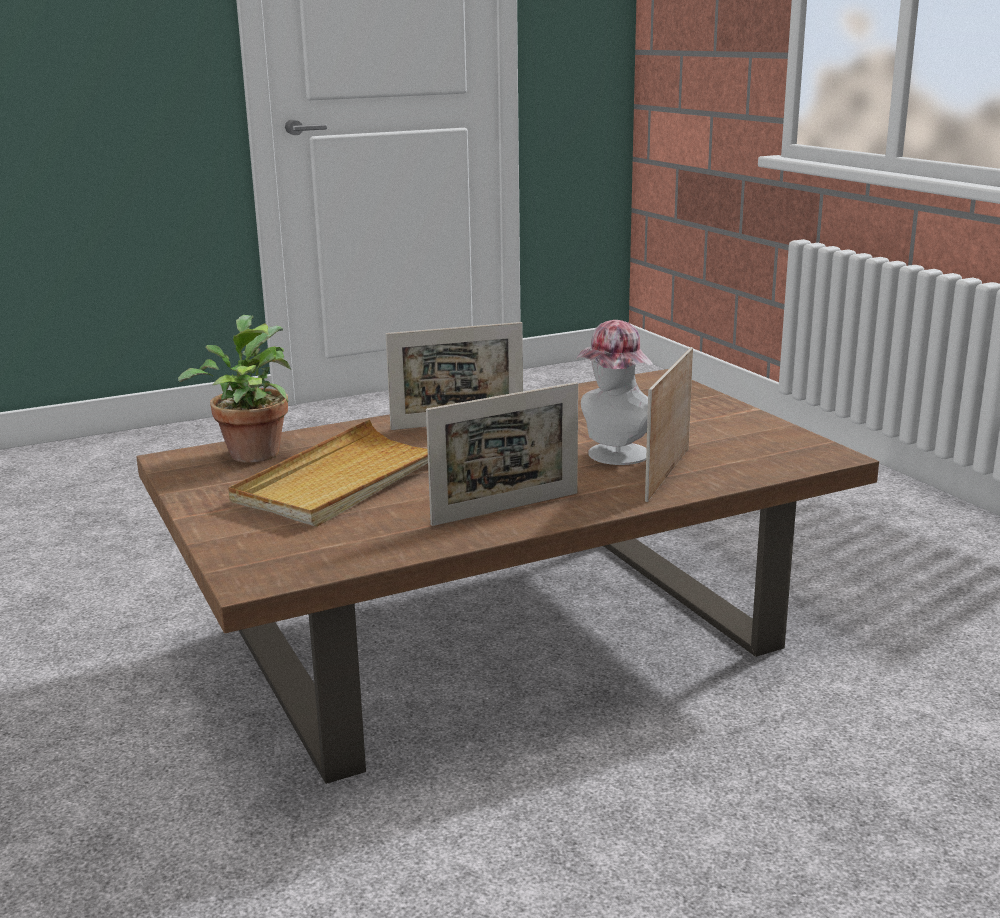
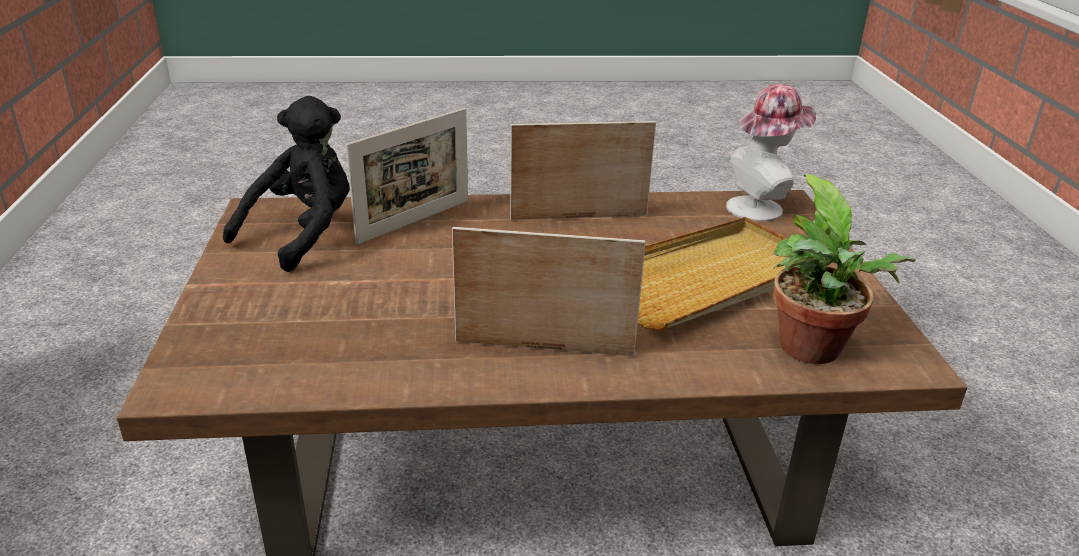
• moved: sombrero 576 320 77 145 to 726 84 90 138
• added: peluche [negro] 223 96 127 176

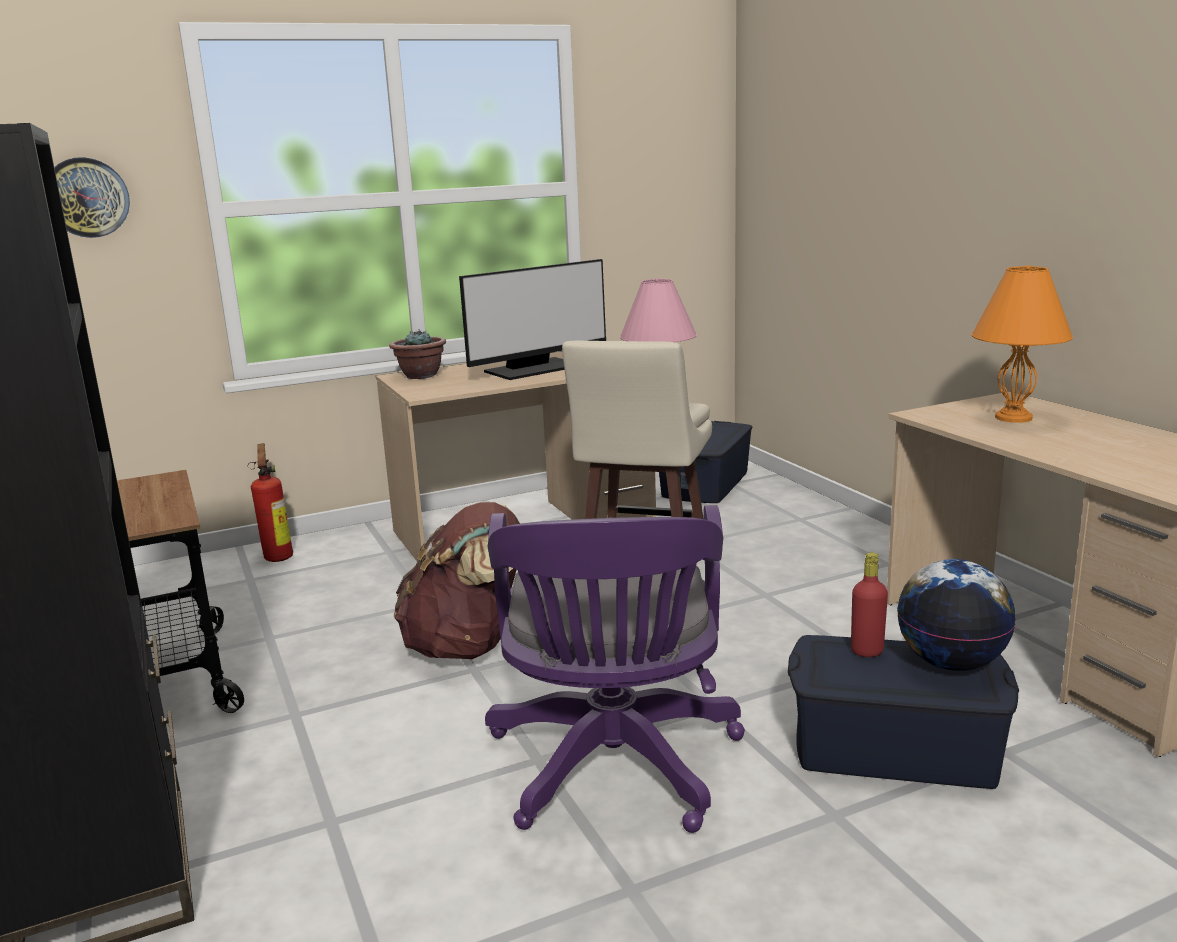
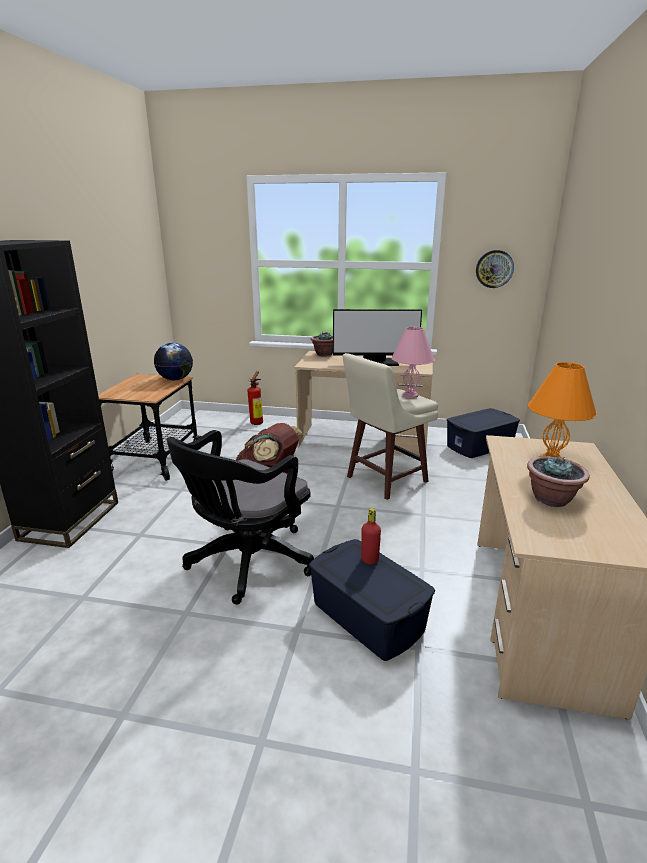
• moved: reloj de pared 54 157 76 81 to 476 250 38 38
• recoloured: silla de oficina [morado] 485 505 260 328 to silla de oficina [negro] 167 430 147 175
• moved: globo terráqueo 897 559 119 112 to 154 343 39 37
• added: planta en maceta 527 456 63 51

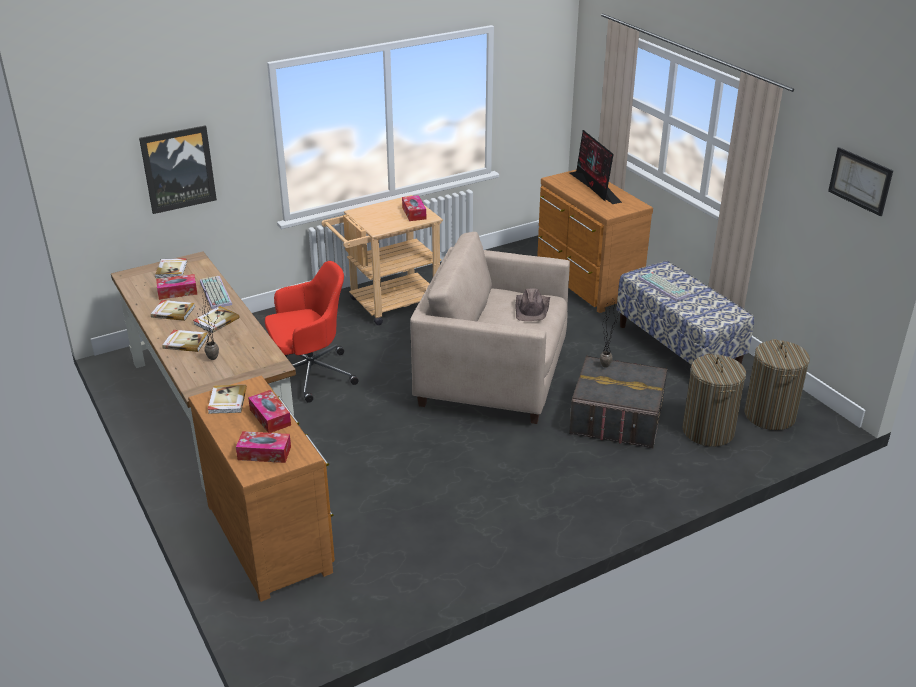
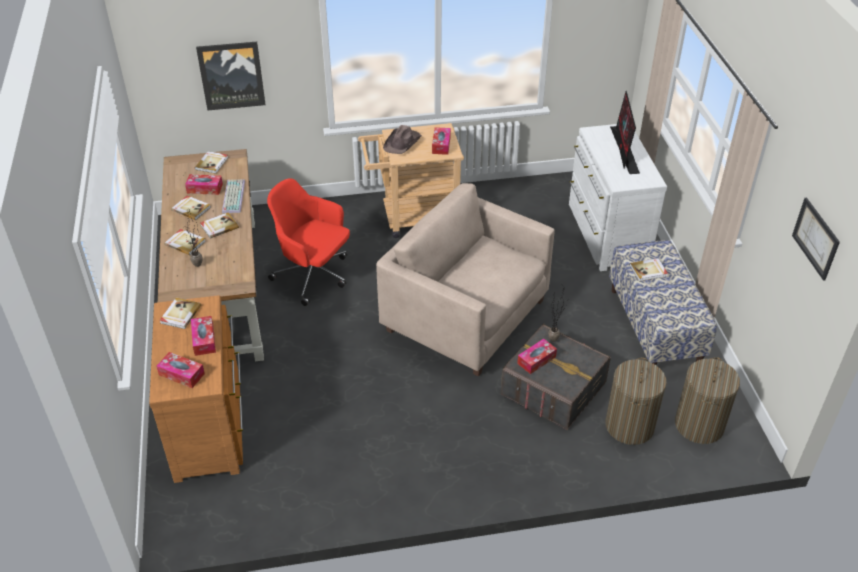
• turned: silla de oficina [rojo] 265 261 93 142 = 267 178 83 128 150 degrees counterclockwise
• moved: sombrero [marrón] 516 288 35 33 to 383 125 39 29
• recoloured: cómoda [marrón] 537 169 116 144 to cómoda [blanco] 569 124 98 147
• replaced: teclado 639 272 51 29 to libro 630 258 38 23
• added: caja de pañuelos 517 339 40 35

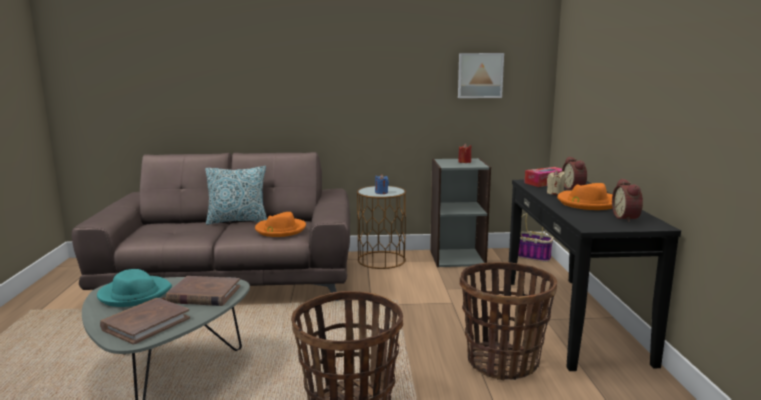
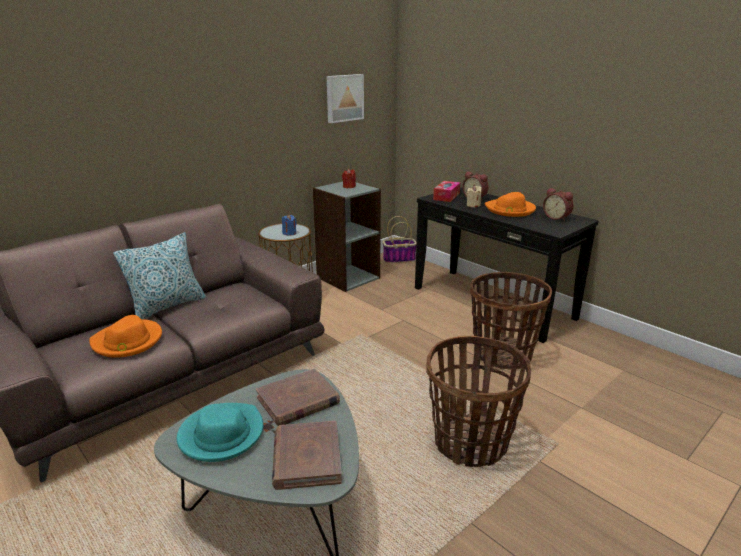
• moved: sombrero [naranja] 255 212 51 25 to 89 315 73 43

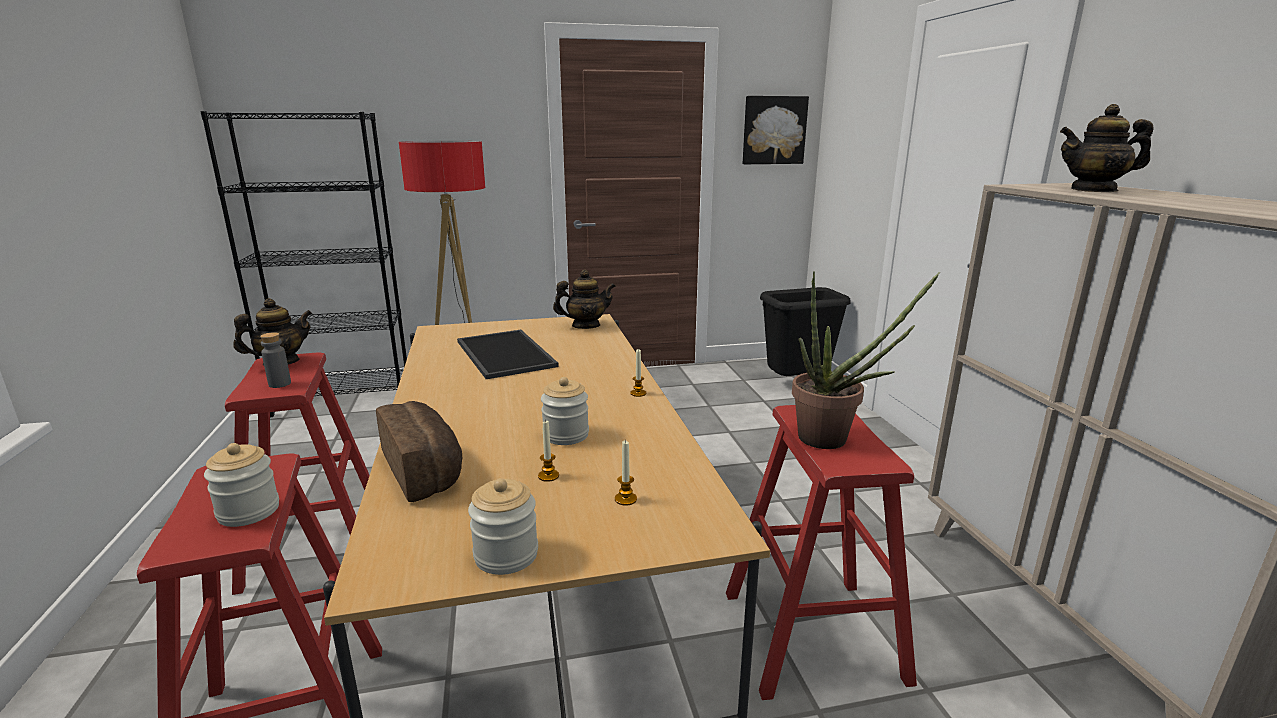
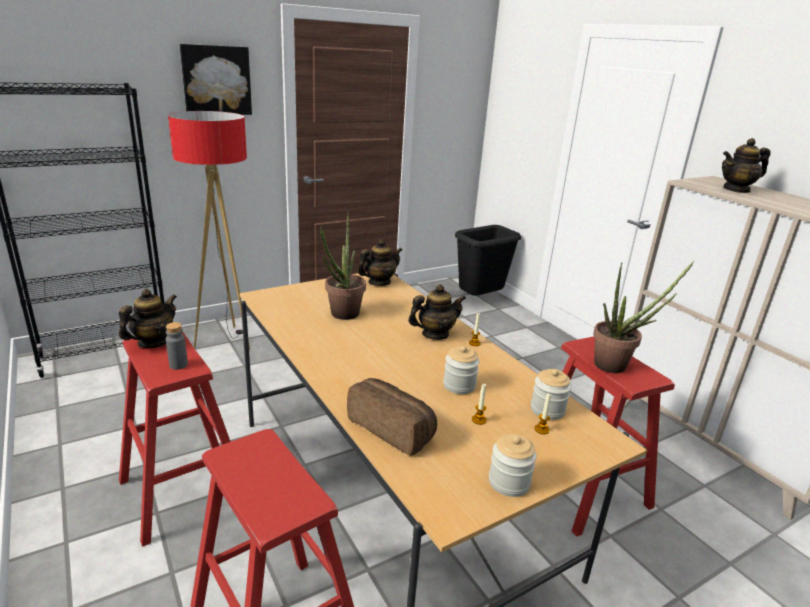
• moved: tarro 204 443 75 84 to 531 369 40 51
• replaced: bandeja 457 330 102 49 to planta en maceta 320 211 46 109
• moved: cuadro 743 96 66 68 to 180 44 72 71
• added: tetera 408 284 58 56

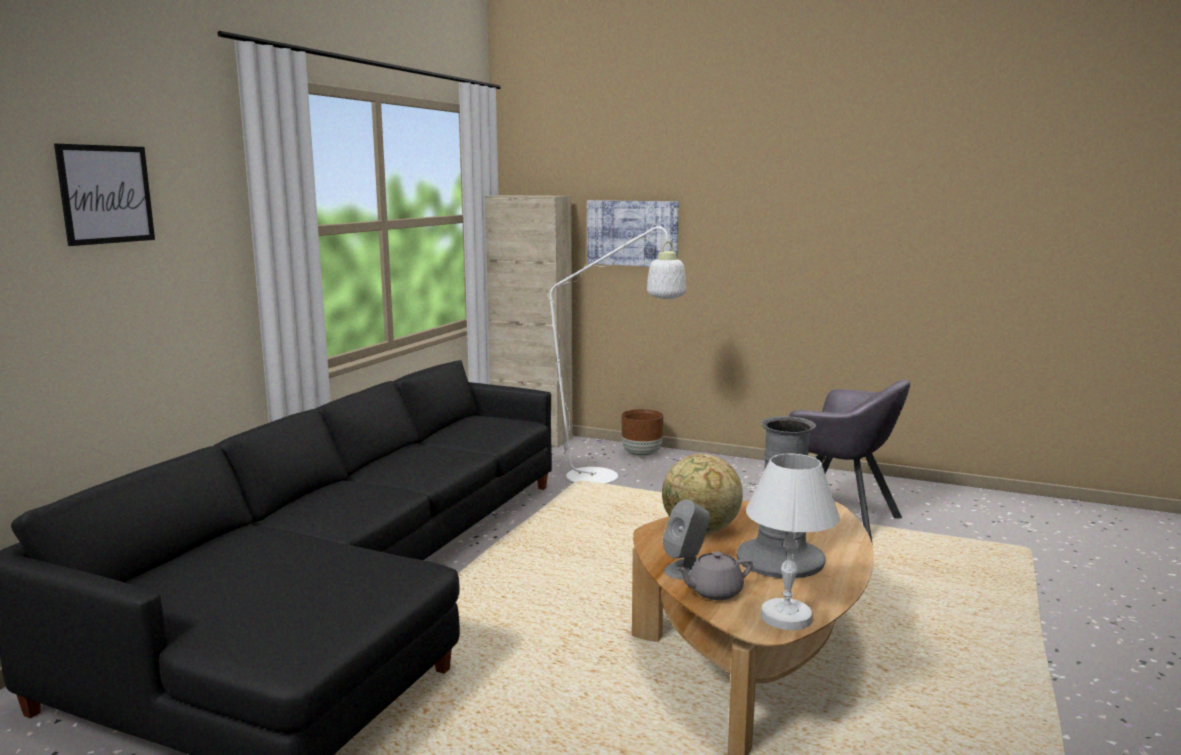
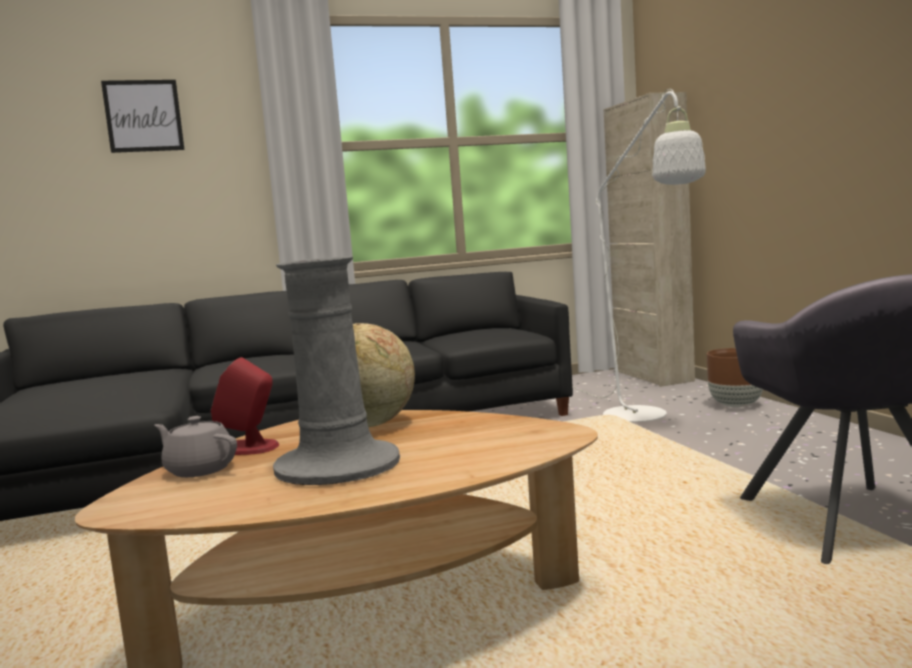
• removed: cuadro 587 200 92 67
• recoloured: altavoz [gris] 663 500 47 79 to altavoz [rojo] 210 357 69 98
• removed: lámpara de mesa [blanco] 746 454 94 176

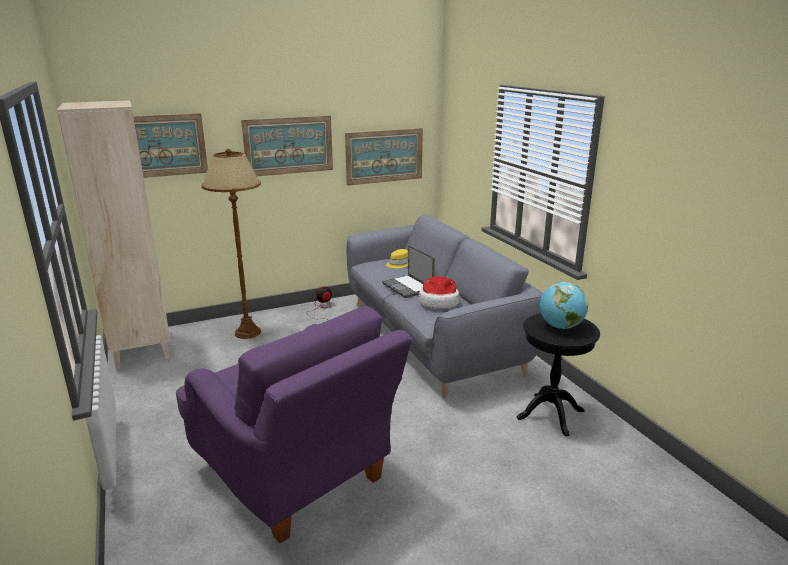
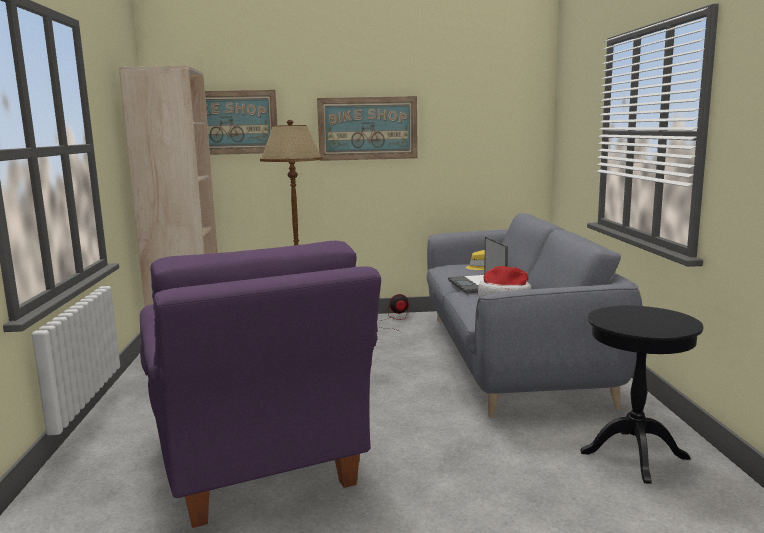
• removed: cuadro 345 128 78 58
• removed: globo terráqueo 540 282 48 47

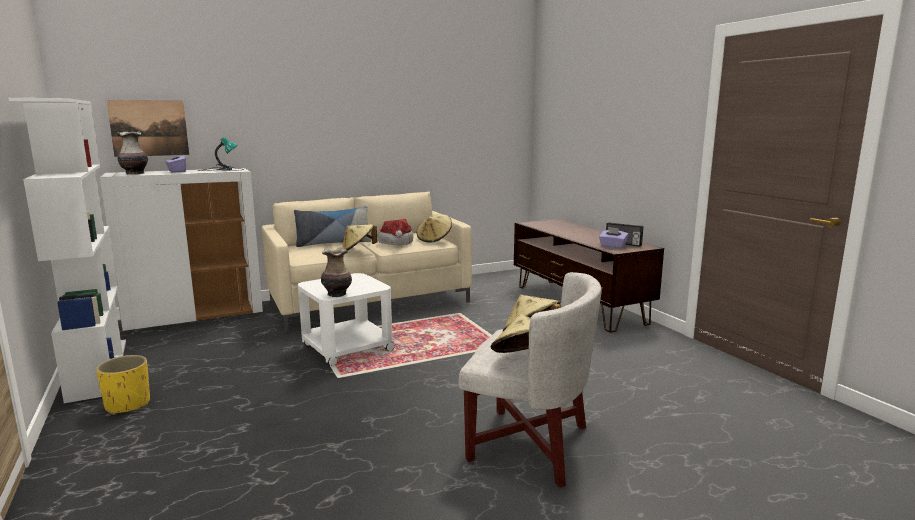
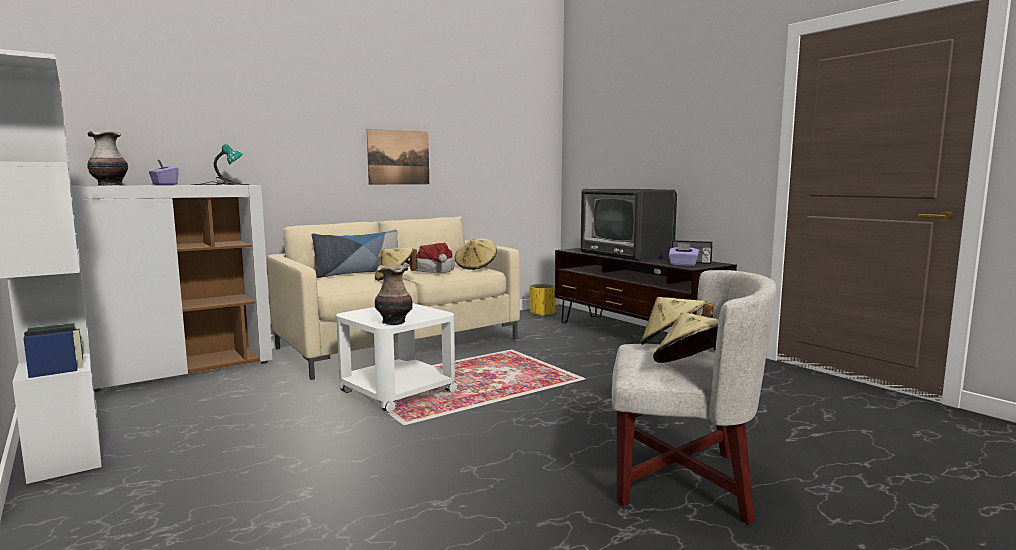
• moved: maceta [amarillo] 96 355 54 60 to 529 284 27 32
• moved: cuadro 107 100 82 57 to 367 129 62 56
• added: televisor 580 188 97 73

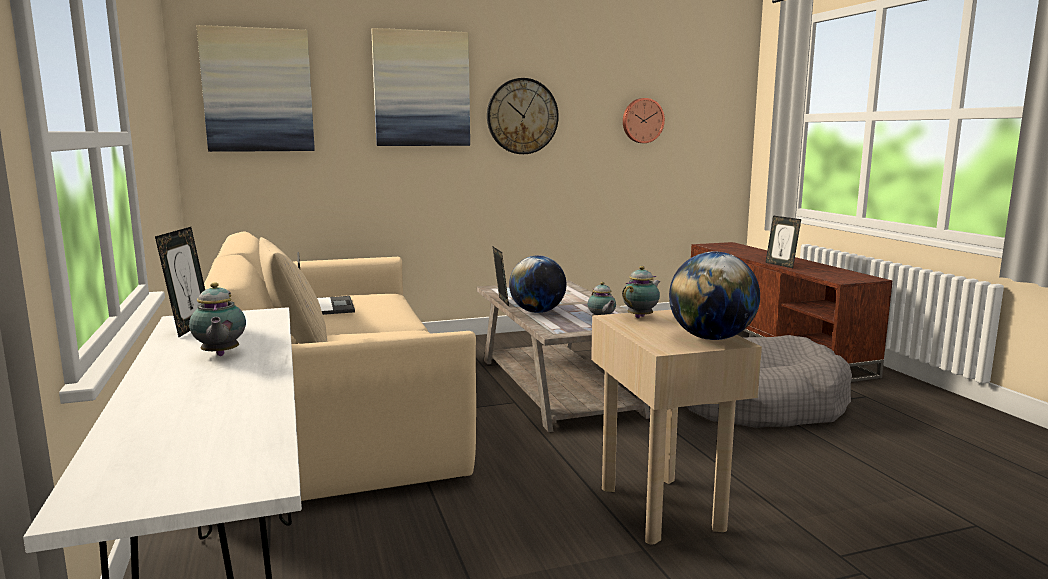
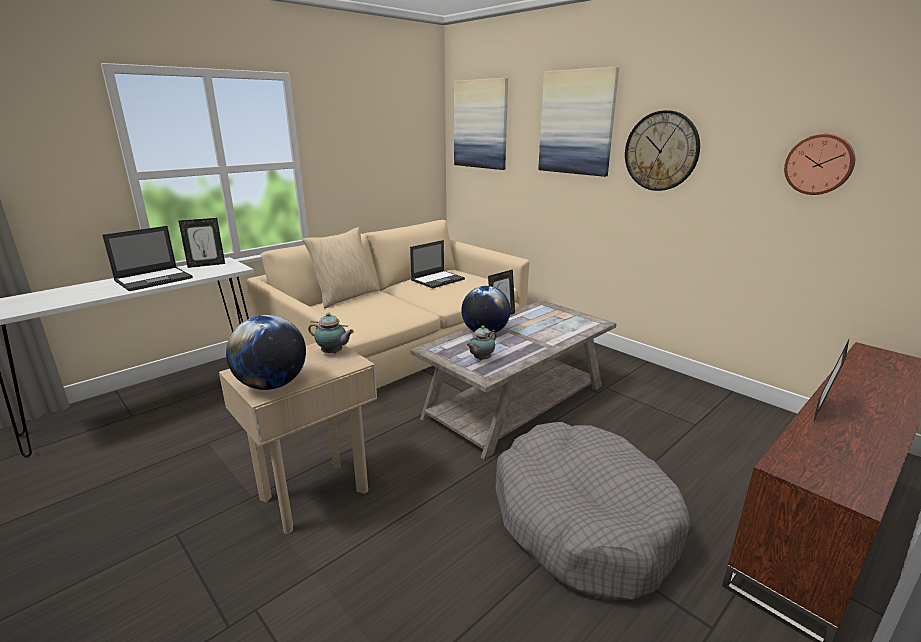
• replaced: tetera 189 282 57 74 to portátil 102 226 91 65

